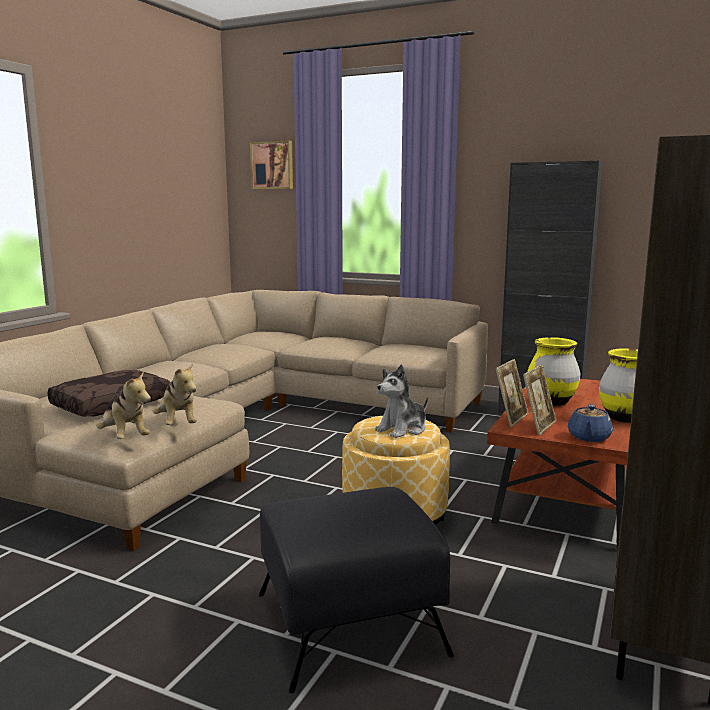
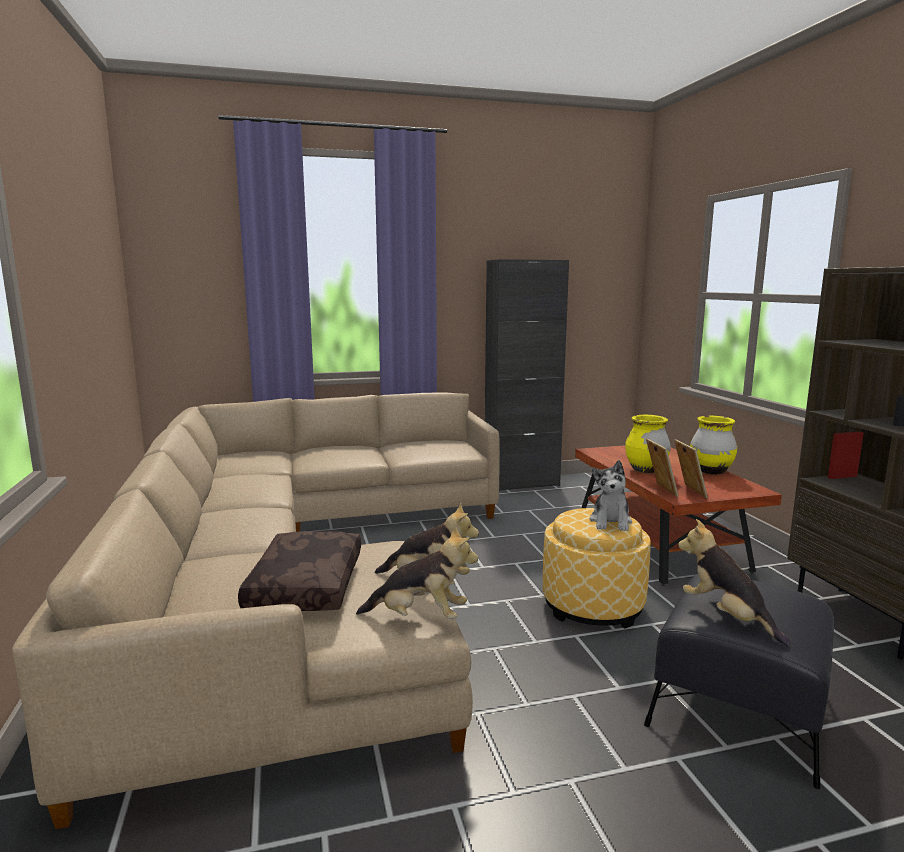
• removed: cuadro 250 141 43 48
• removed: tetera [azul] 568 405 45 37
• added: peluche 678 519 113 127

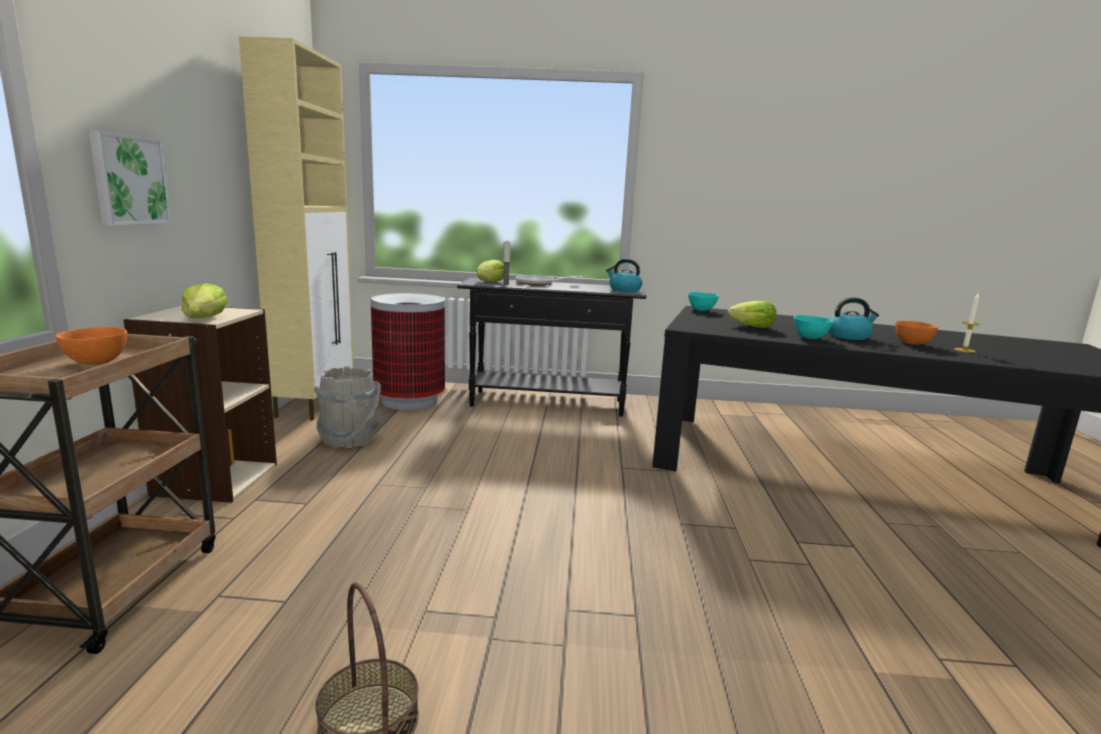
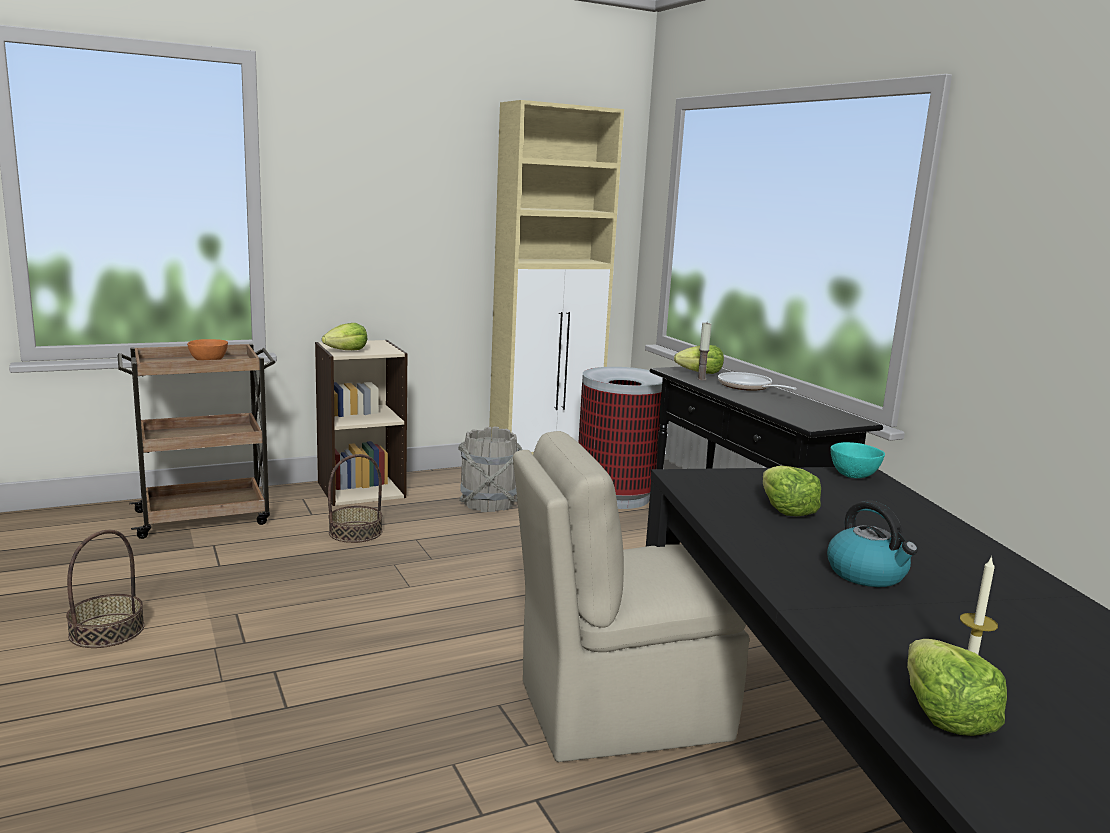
• removed: cuadro 89 131 83 95
• removed: hervidor 606 259 36 33
• removed: cuenco [turquesa] 794 315 39 24
• removed: cuenco [naranja] 895 321 44 24
• added: cesta 328 454 54 89
• added: silla [beis] 513 431 236 331
• added: lechuga 907 639 100 97

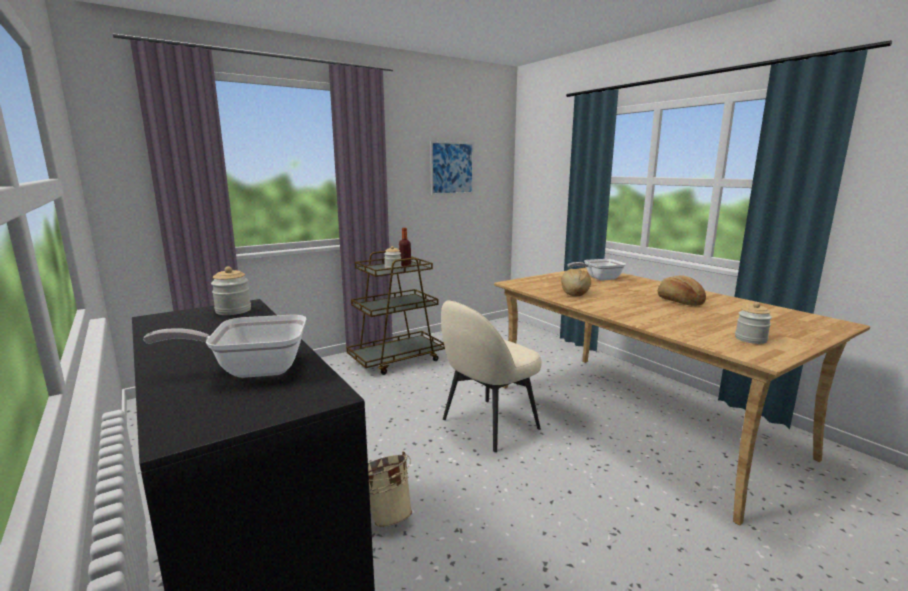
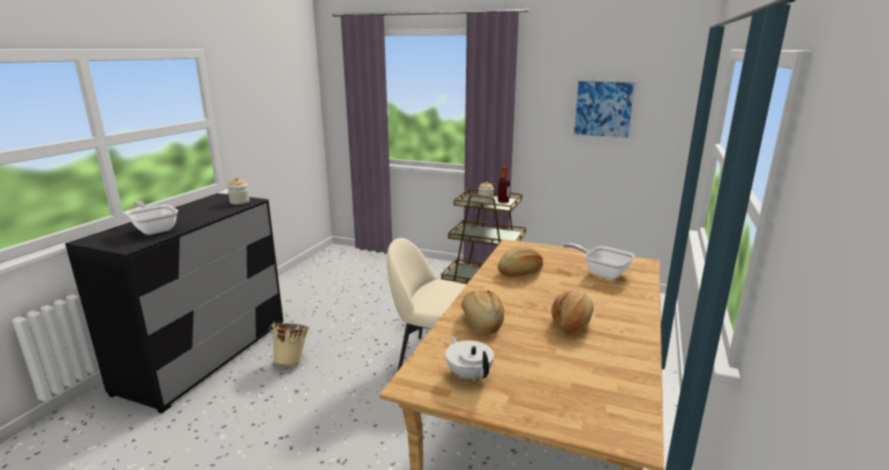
• replaced: tarro 735 302 37 42 to tetera [blanco] 445 336 49 45
• added: pan 461 291 43 43

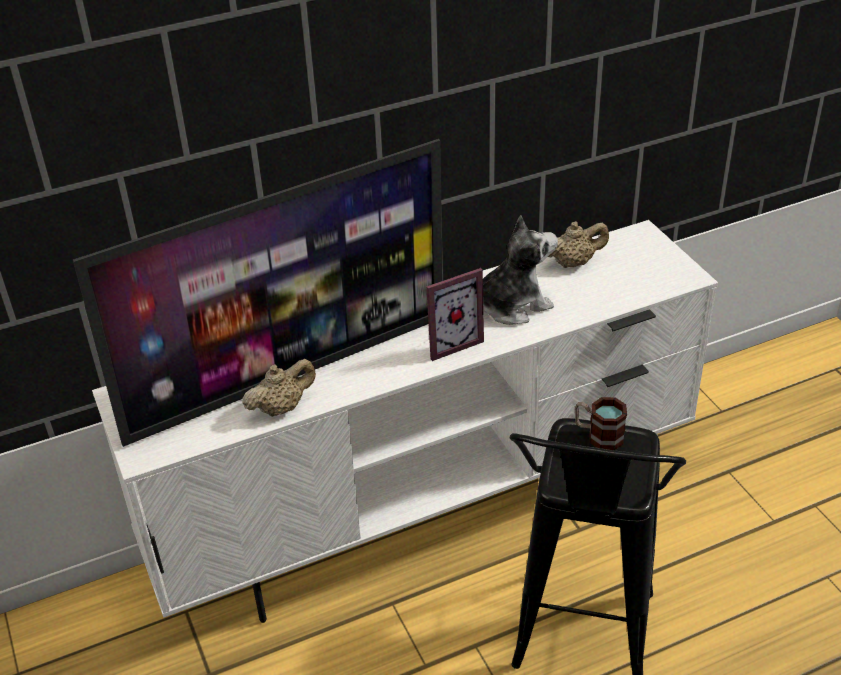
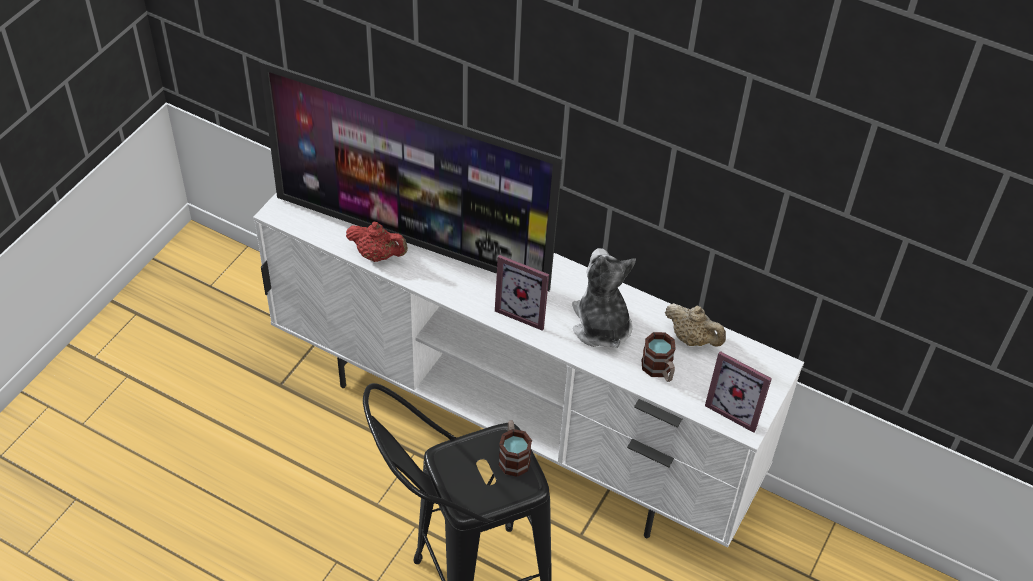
• recoloured: tetera [beis] 242 359 74 58 to tetera [rojo] 346 222 62 40
• turned: peluche 483 215 75 110 = 572 248 64 100 135 degrees counterclockwise
• added: taza grande 641 332 35 50
• added: portarretratos 705 351 67 82

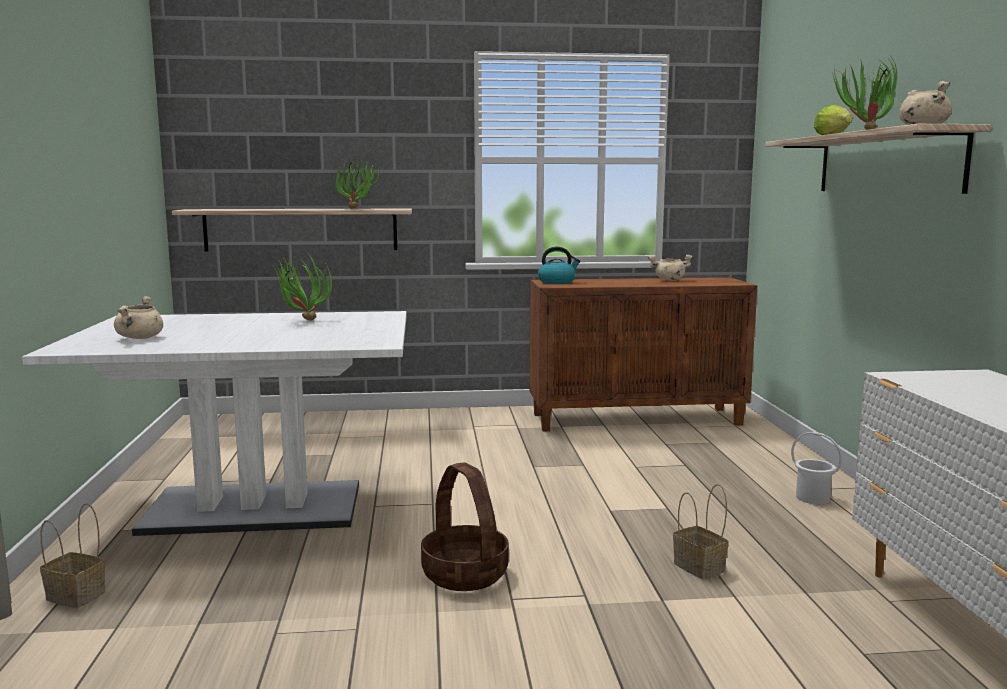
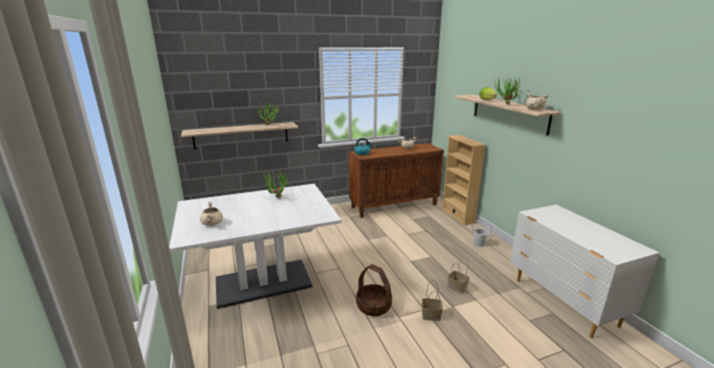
• moved: cesta 40 503 66 105 to 422 280 21 41
• added: estantería [beis] 441 135 45 90

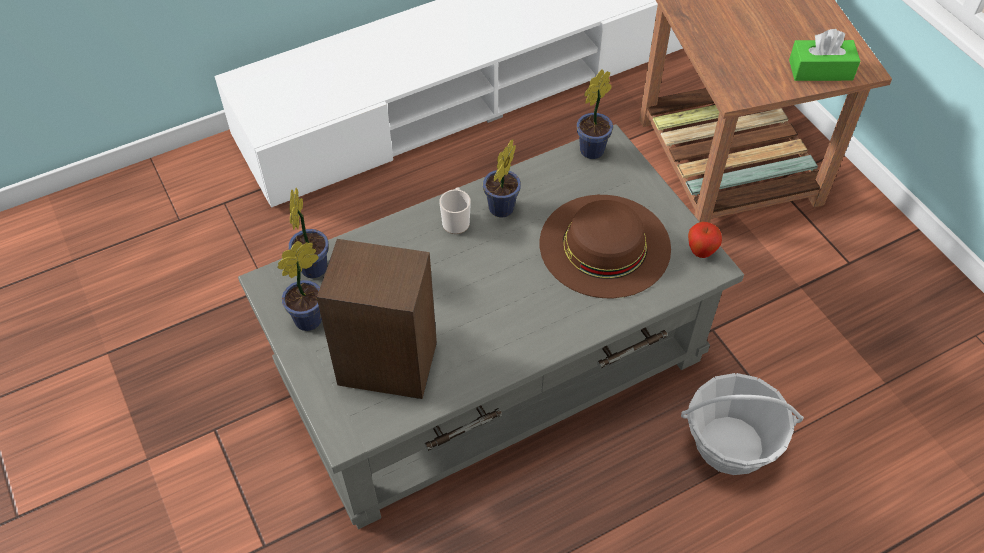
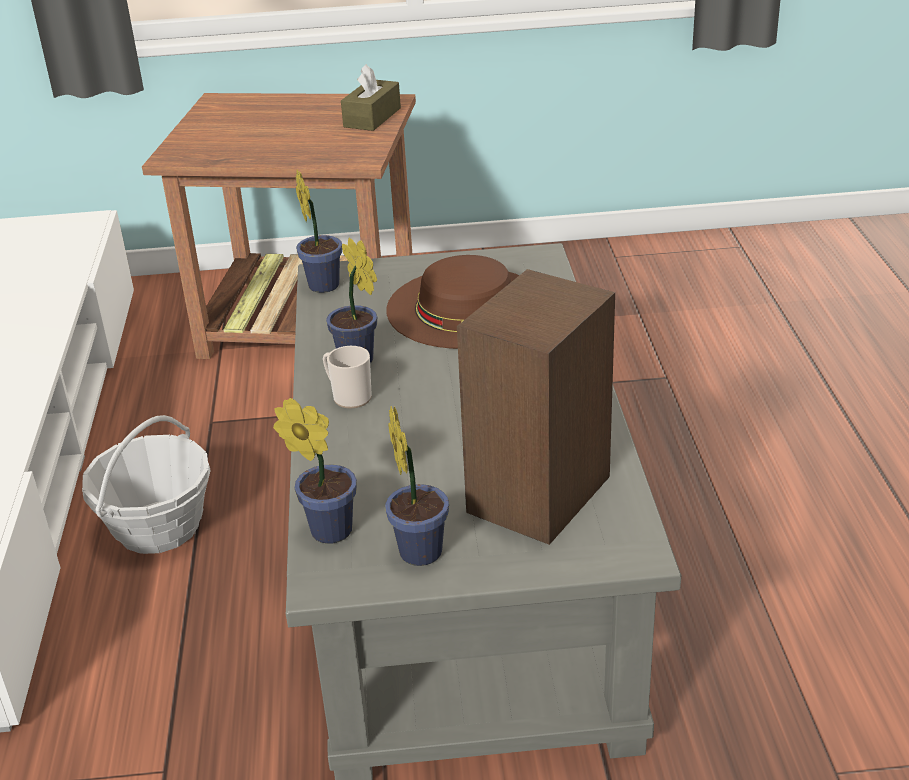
• moved: cesta 681 373 123 102 to 82 415 129 139
• removed: manzana 688 222 34 36
• recoloured: caja de pañuelos [verde] 789 29 71 52 to caja de pañuelos [marrón] 341 64 60 67

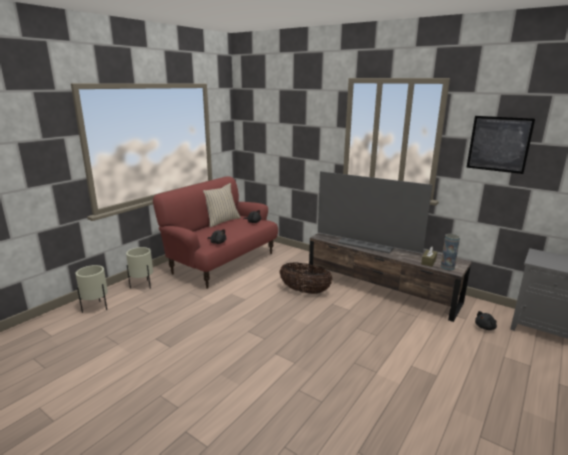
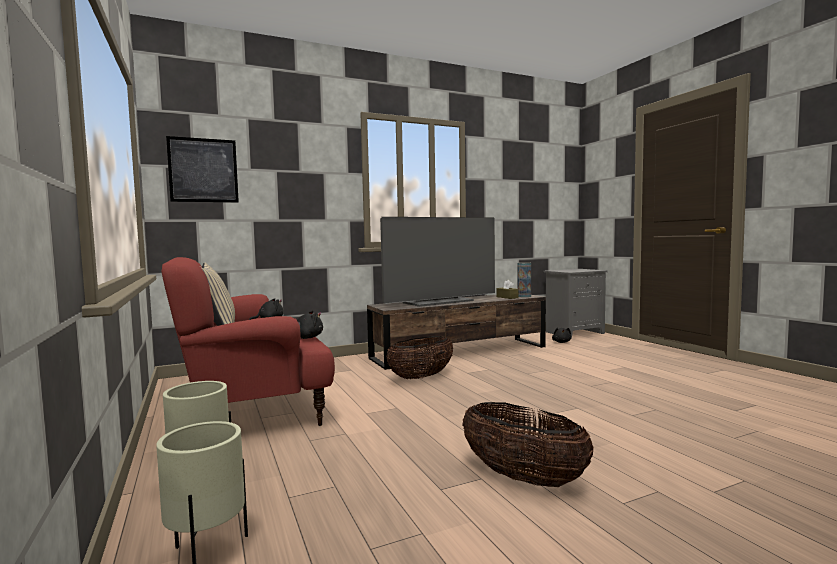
• moved: cuadro 466 116 69 58 to 166 136 73 67
• added: cesta 462 402 132 85

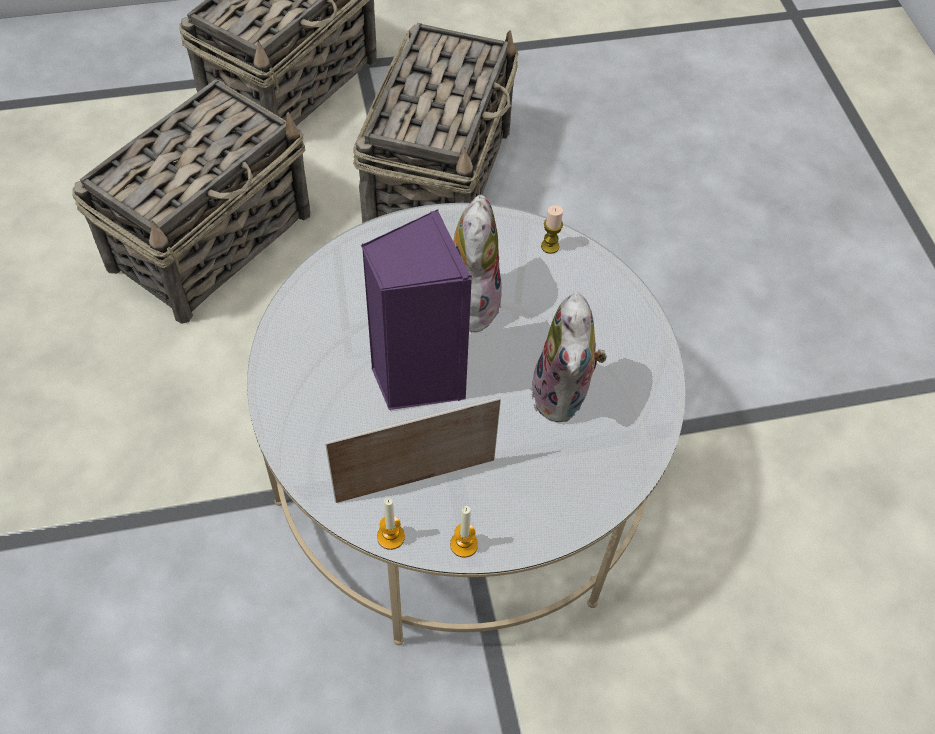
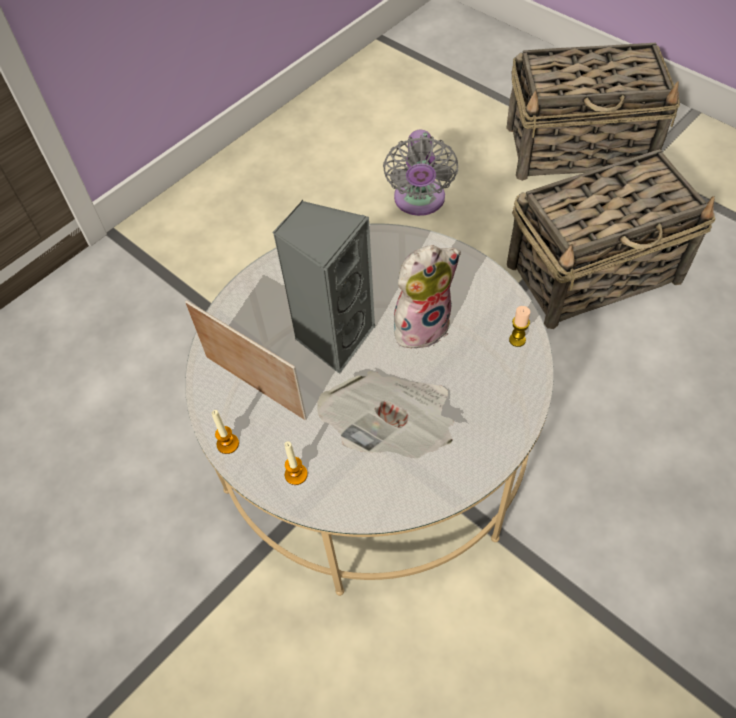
• replaced: cesta 72 79 239 245 to ventilador [gris] 383 129 75 87
• recoloured: altavoz [morado] 361 210 111 200 to altavoz [gris] 272 200 103 174
• moved: vela 377 498 28 52 to 284 441 24 44
• replaced: peluche 531 292 76 130 to periódico 317 371 137 87

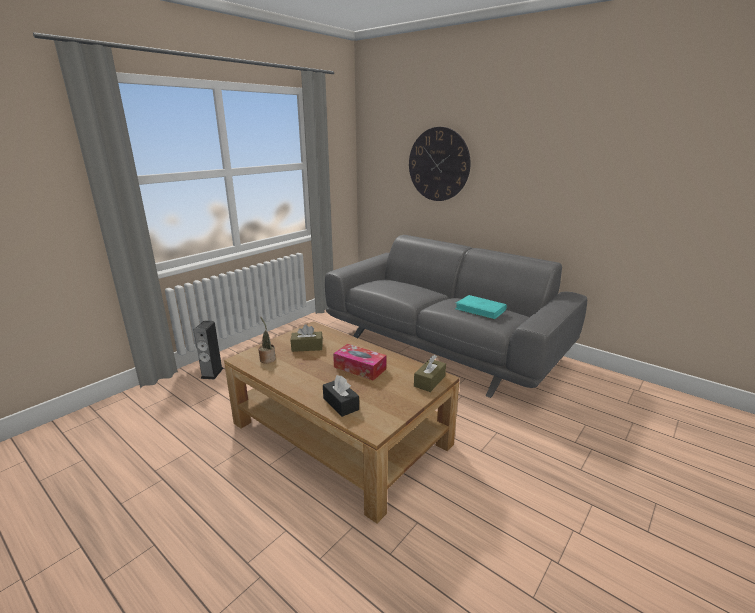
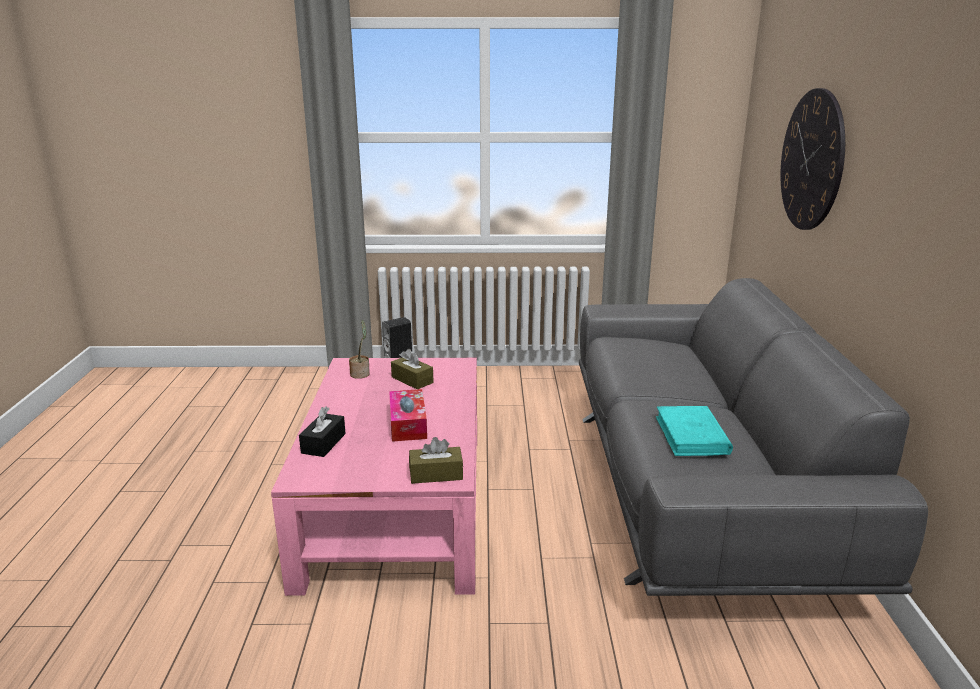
• recoloured: mesa de centro [marrón] 224 321 236 203 to mesa de centro [rosa] 271 358 206 238

